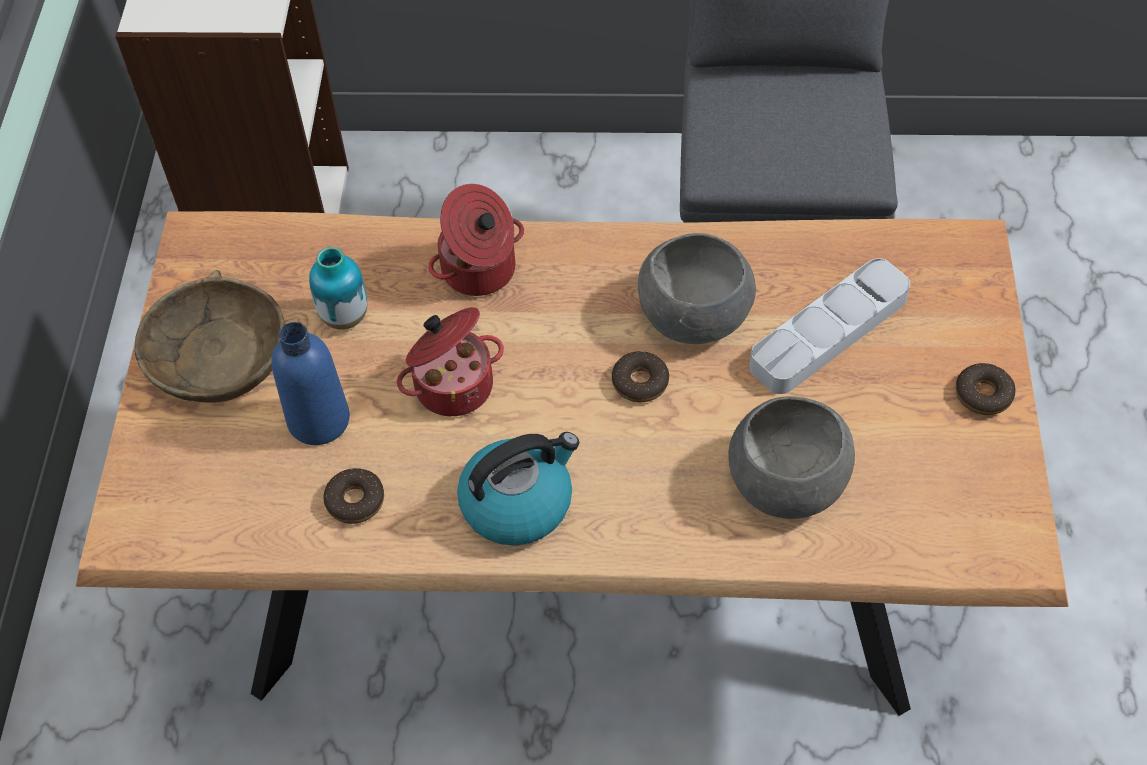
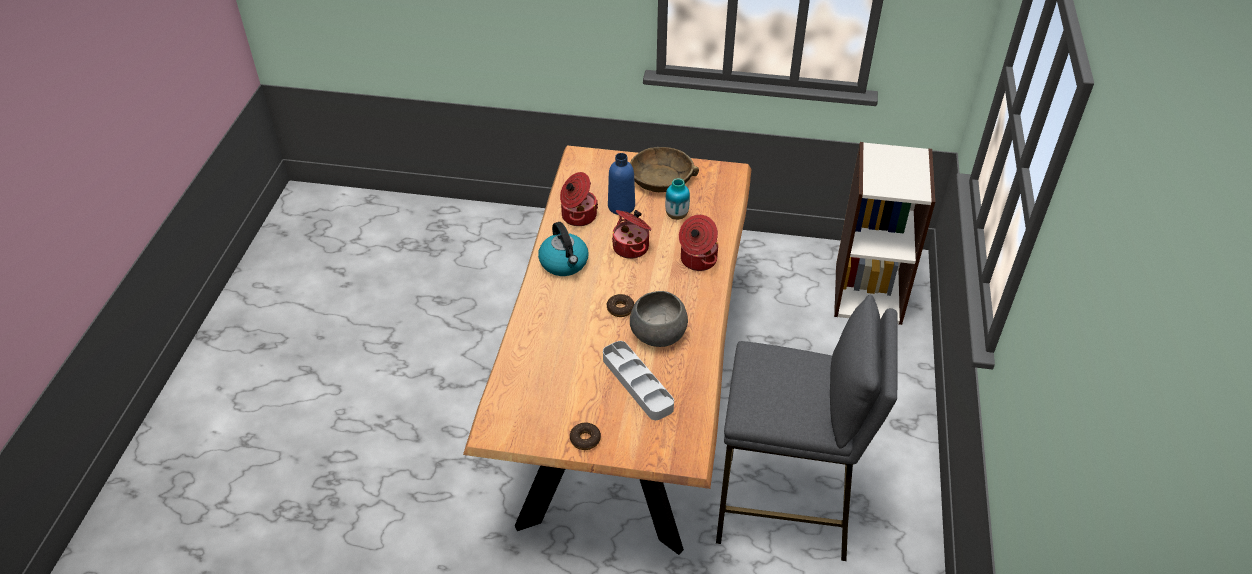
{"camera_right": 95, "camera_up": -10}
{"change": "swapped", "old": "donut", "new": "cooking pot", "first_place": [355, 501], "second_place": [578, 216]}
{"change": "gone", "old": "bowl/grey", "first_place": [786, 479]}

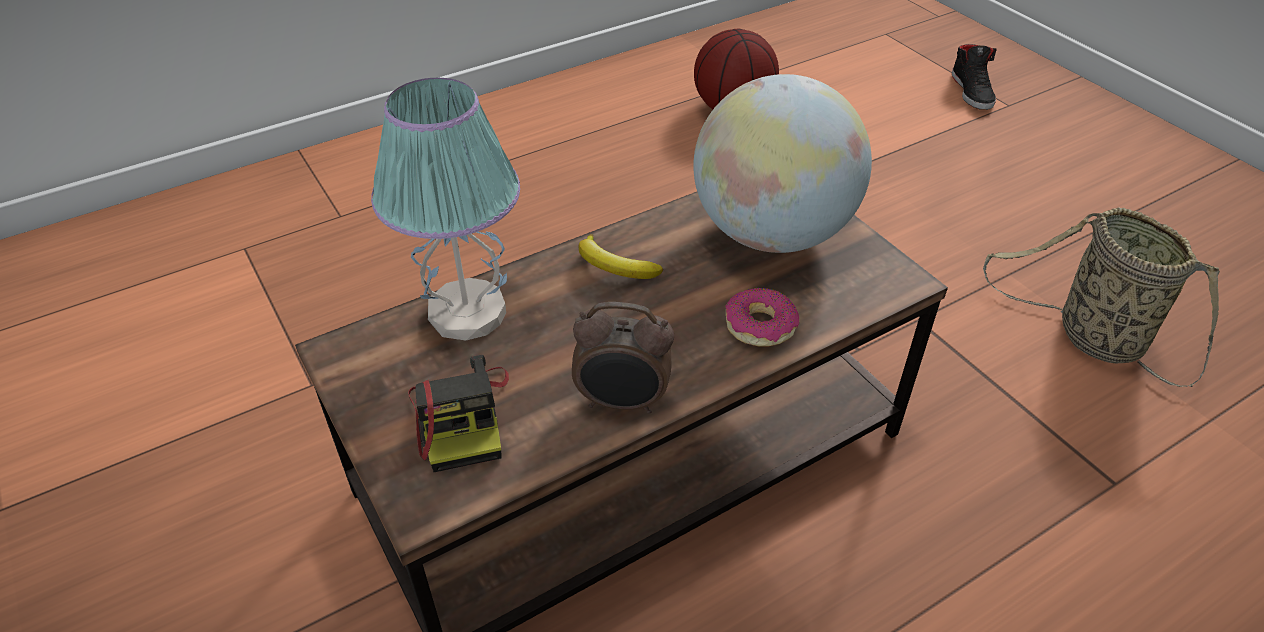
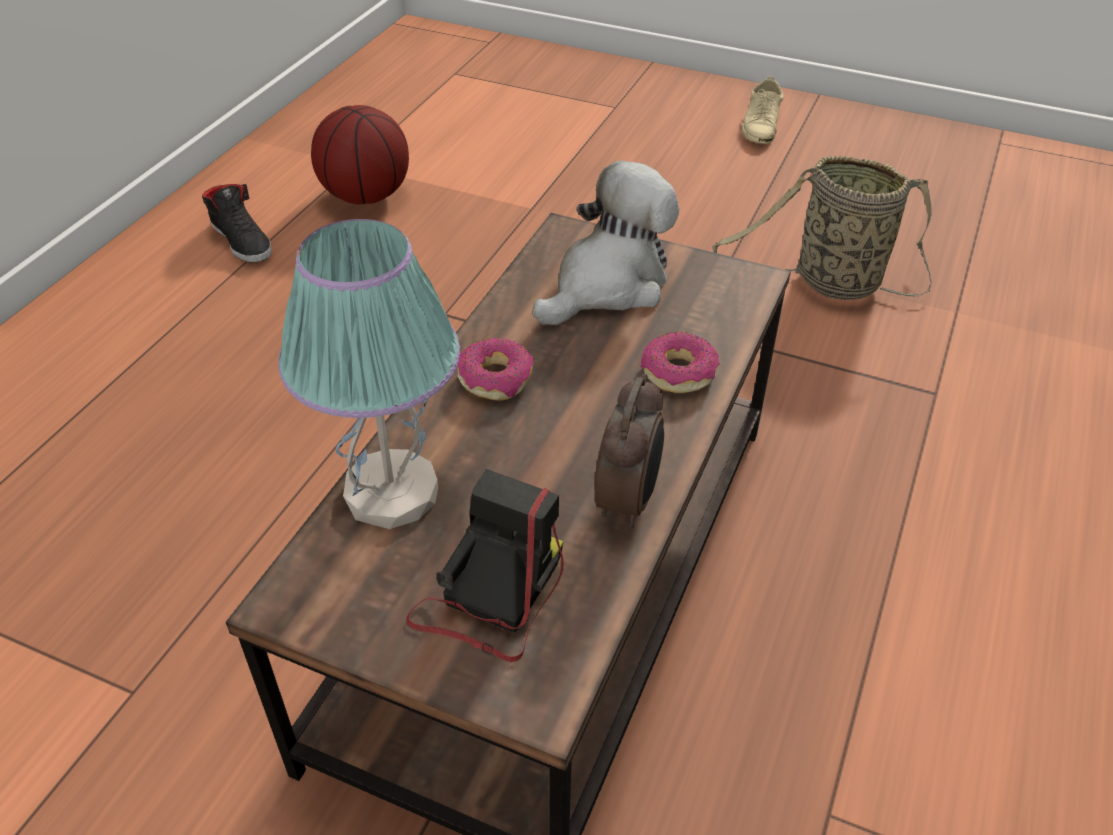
{"camera_right": -35, "camera_up": 0}
{"change": "shifted", "old": "shoe/black", "first_place": [972, 91], "second_place": [242, 241]}
{"change": "rotated", "old": "photo camera", "first_place": [462, 418], "second_place": [492, 595], "degrees": -105}
{"change": "swapped", "old": "banana", "new": "donut", "first_place": [615, 267], "second_place": [496, 378]}
{"change": "swapped", "old": "globe", "new": "plush toy", "first_place": [771, 233], "second_place": [608, 285]}
{"change": "rotated", "old": "alarm clock", "first_place": [622, 402], "second_place": [628, 500], "degrees": -45}
{"change": "new", "new": "shoe/beige", "second_place": [761, 125]}

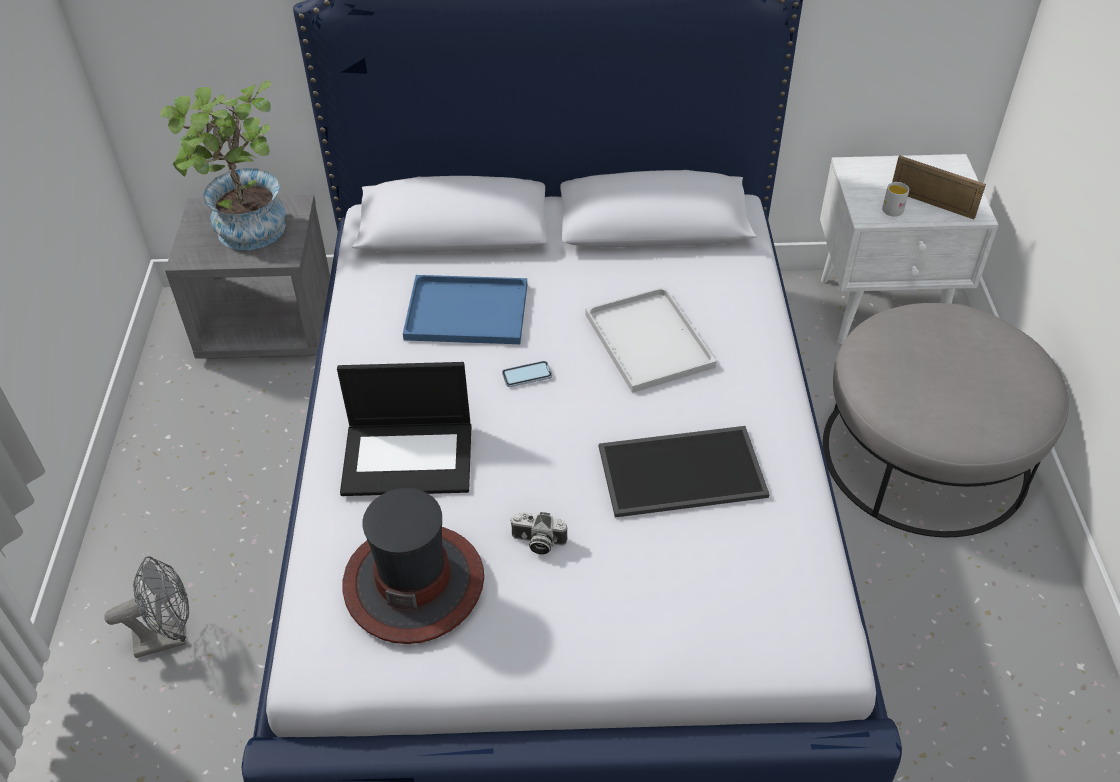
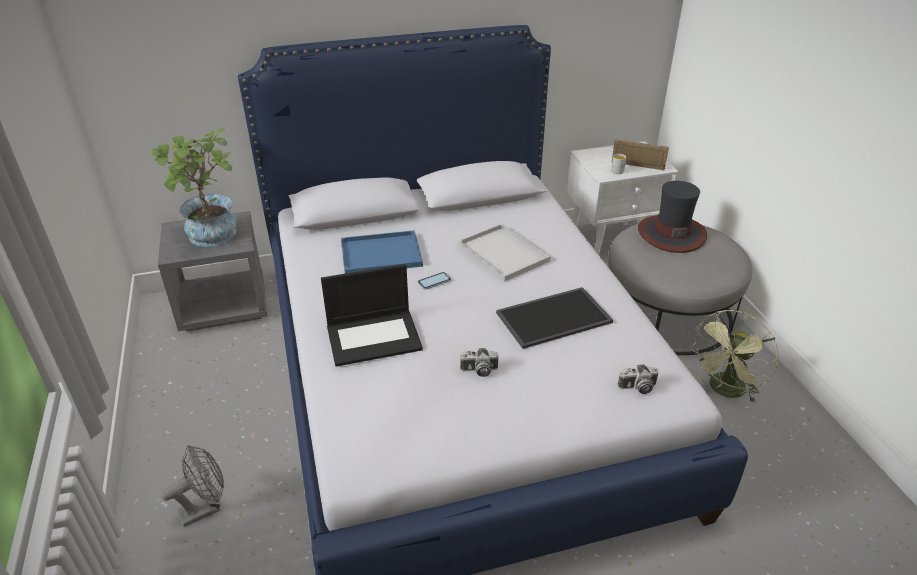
{"camera_right": -15, "camera_up": -10}
{"change": "new", "new": "photo camera", "second_place": [637, 387]}
{"change": "shifted", "old": "hat", "first_place": [414, 582], "second_place": [671, 234]}
{"change": "new", "new": "fan/green", "second_place": [725, 391]}

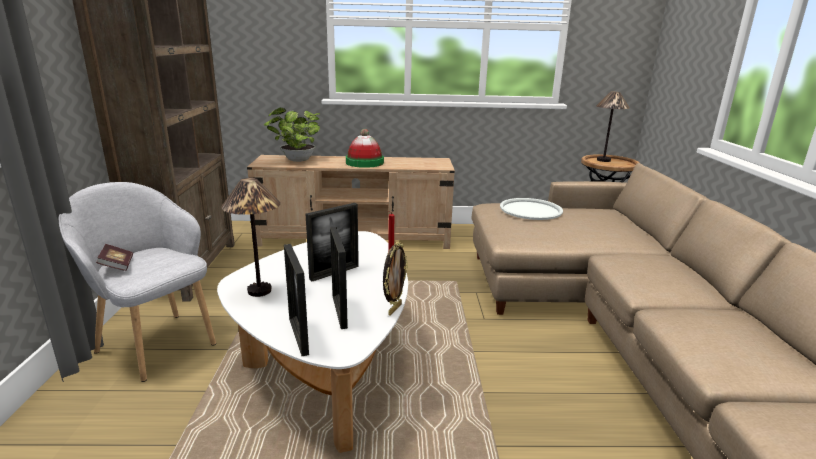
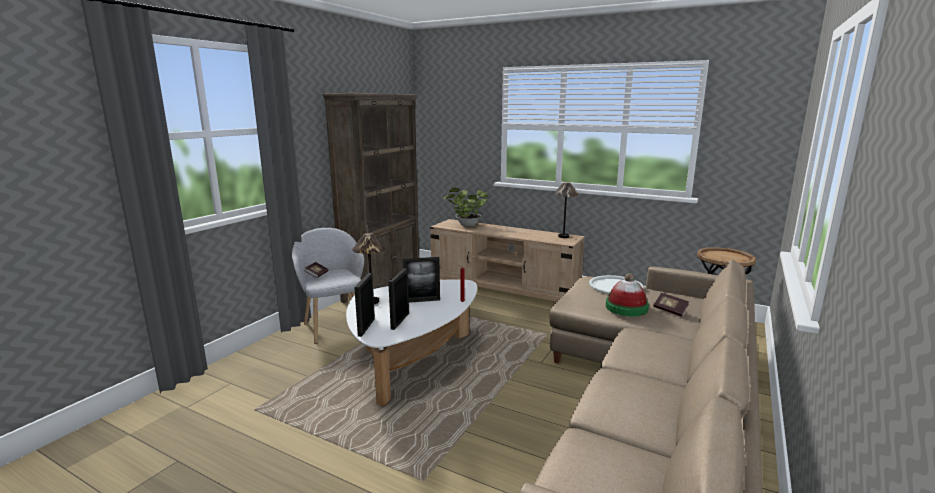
{"camera_right": 30, "camera_up": -5}
{"change": "shifted", "old": "table lamp", "first_place": [603, 160], "second_place": [563, 236]}
{"change": "shifted", "old": "hat", "first_place": [364, 162], "second_place": [626, 307]}
{"change": "new", "new": "book", "second_place": [670, 310]}
{"change": "gone", "old": "picture frame", "first_place": [394, 309]}

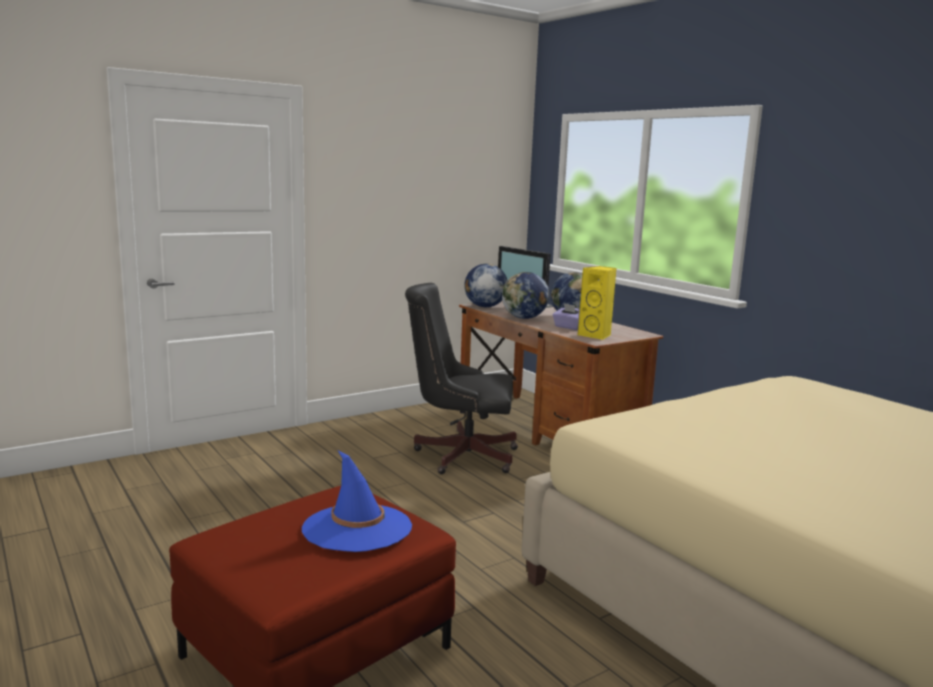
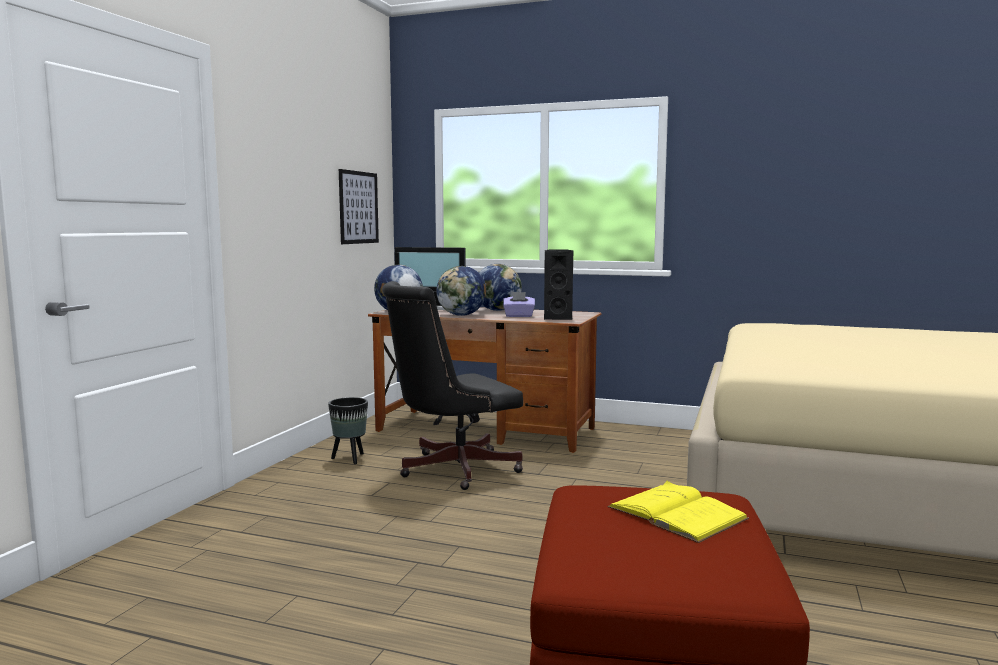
{"camera_right": -35, "camera_up": -5}
{"change": "new", "new": "planter/black", "second_place": [349, 459]}
{"change": "new", "new": "picture", "second_place": [358, 207]}
{"change": "repainted", "old": "speaker/yellow", "new": "speaker/black", "first_place": [596, 335], "second_place": [558, 318]}
{"change": "swapped", "old": "hat/blue", "new": "book/yellow", "first_place": [357, 528], "second_place": [676, 513]}

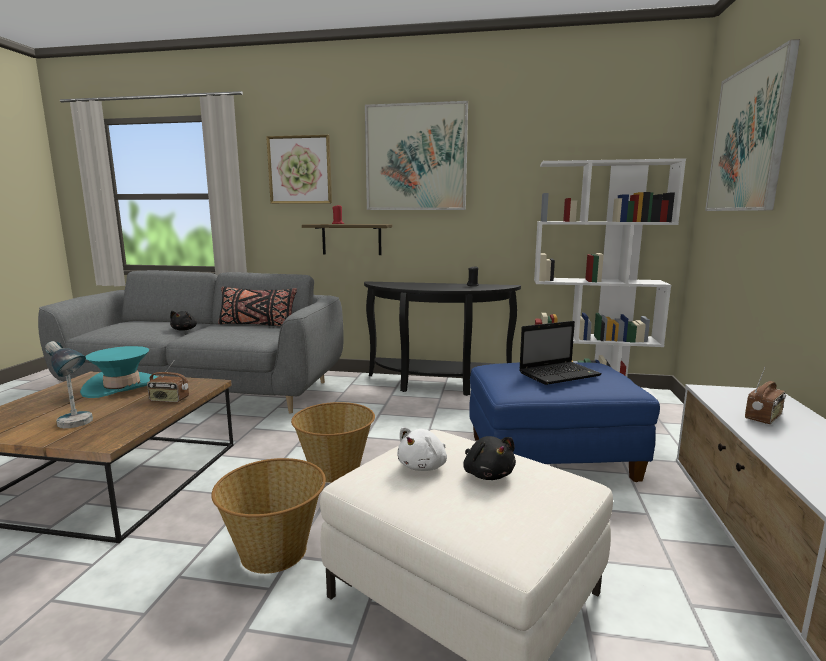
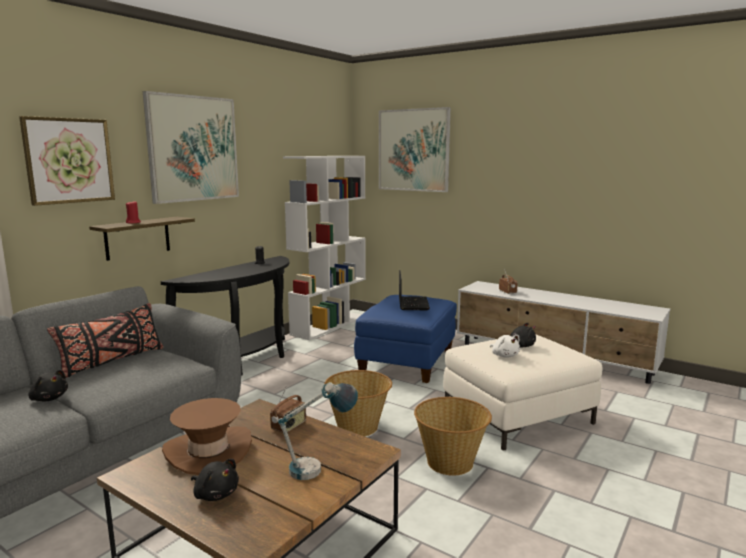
{"camera_right": -65, "camera_up": 0}
{"change": "repainted", "old": "hat/turquoise", "new": "hat/brown", "first_place": [122, 386], "second_place": [208, 451]}
{"change": "new", "new": "plush toy/black", "second_place": [215, 494]}

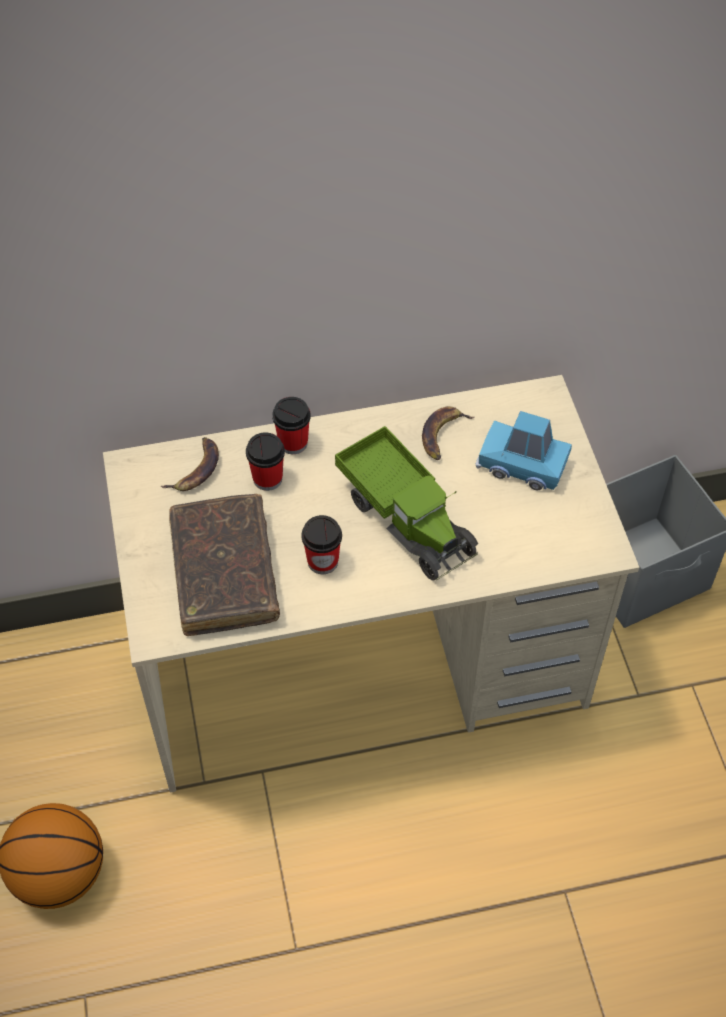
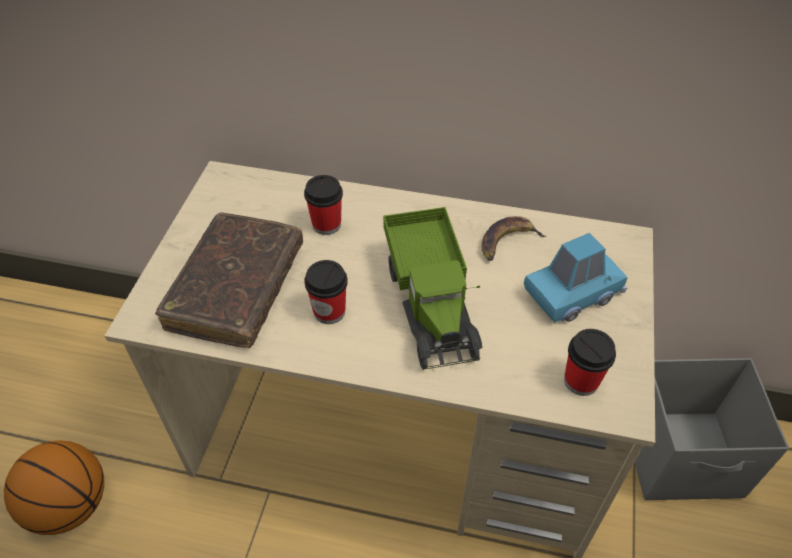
{"camera_right": 25, "camera_up": -5}
{"change": "rotated", "old": "toy car/blue", "first_place": [521, 464], "second_place": [572, 293], "degrees": 105}
{"change": "shifted", "old": "cup", "first_place": [293, 443], "second_place": [581, 381]}
{"change": "gone", "old": "banana", "first_place": [196, 469]}

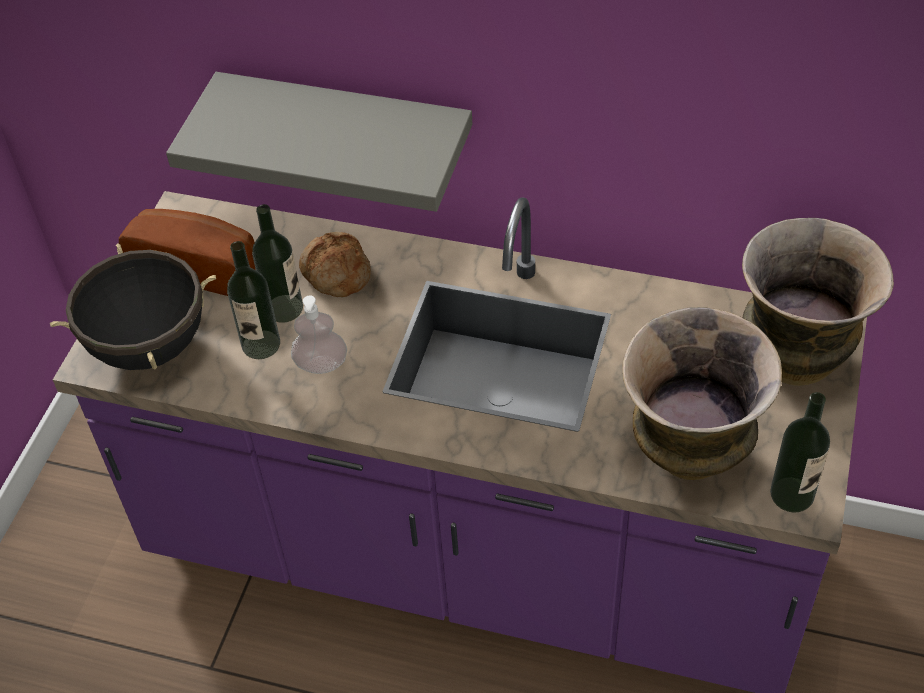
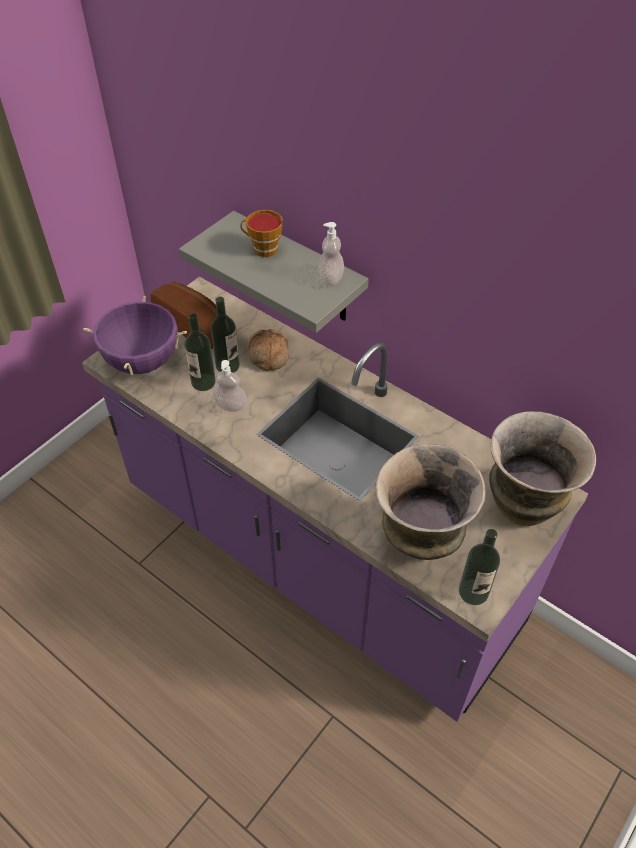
{"camera_right": 20, "camera_up": 0}
{"change": "repainted", "old": "cooking pot/black", "new": "cooking pot/purple", "first_place": [149, 346], "second_place": [142, 362]}
{"change": "new", "new": "cup", "second_place": [262, 249]}
{"change": "new", "new": "soap dispenser", "second_place": [330, 278]}

